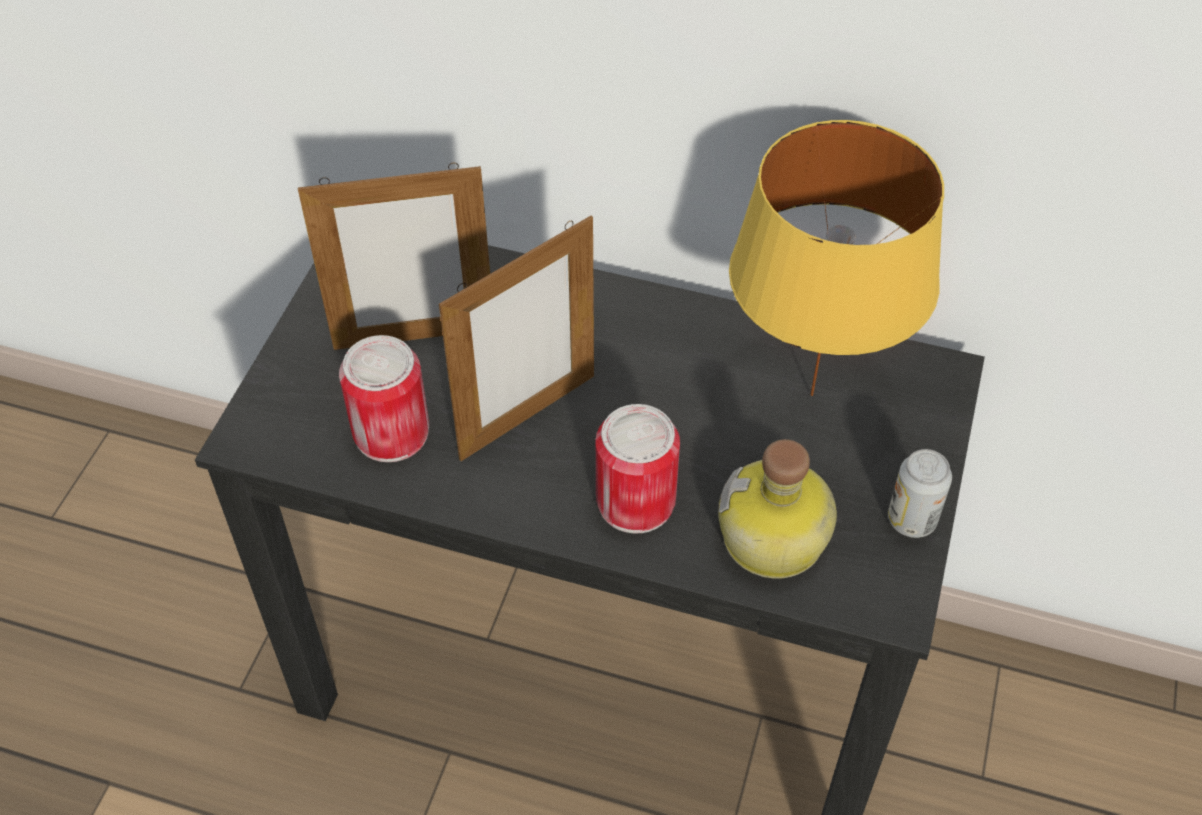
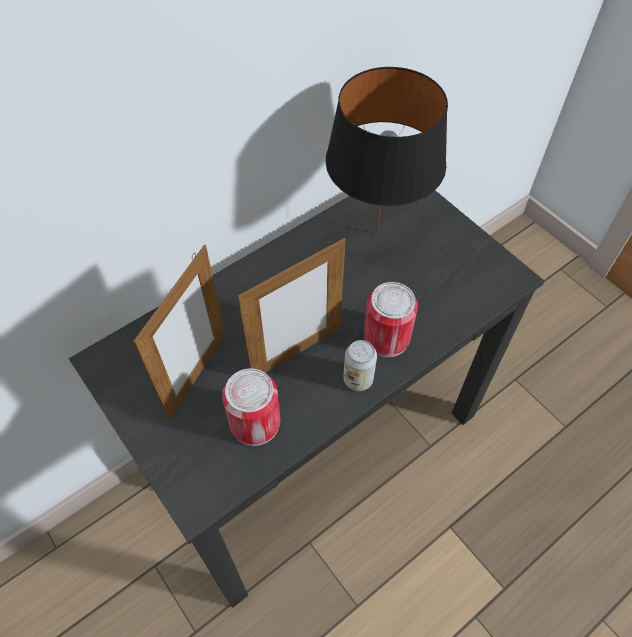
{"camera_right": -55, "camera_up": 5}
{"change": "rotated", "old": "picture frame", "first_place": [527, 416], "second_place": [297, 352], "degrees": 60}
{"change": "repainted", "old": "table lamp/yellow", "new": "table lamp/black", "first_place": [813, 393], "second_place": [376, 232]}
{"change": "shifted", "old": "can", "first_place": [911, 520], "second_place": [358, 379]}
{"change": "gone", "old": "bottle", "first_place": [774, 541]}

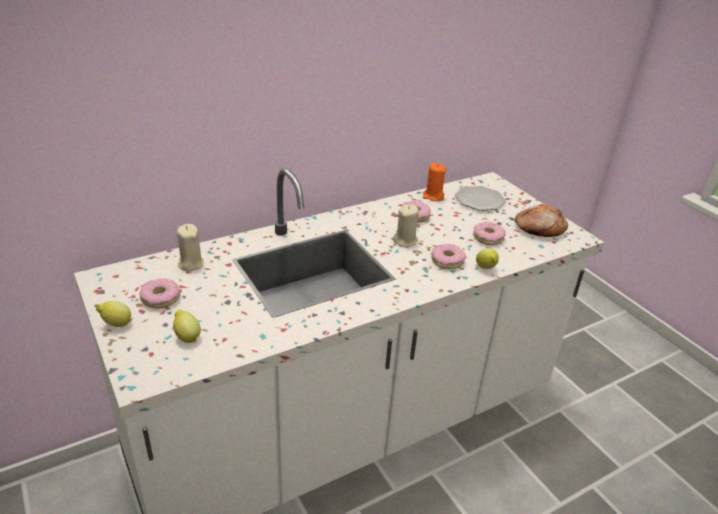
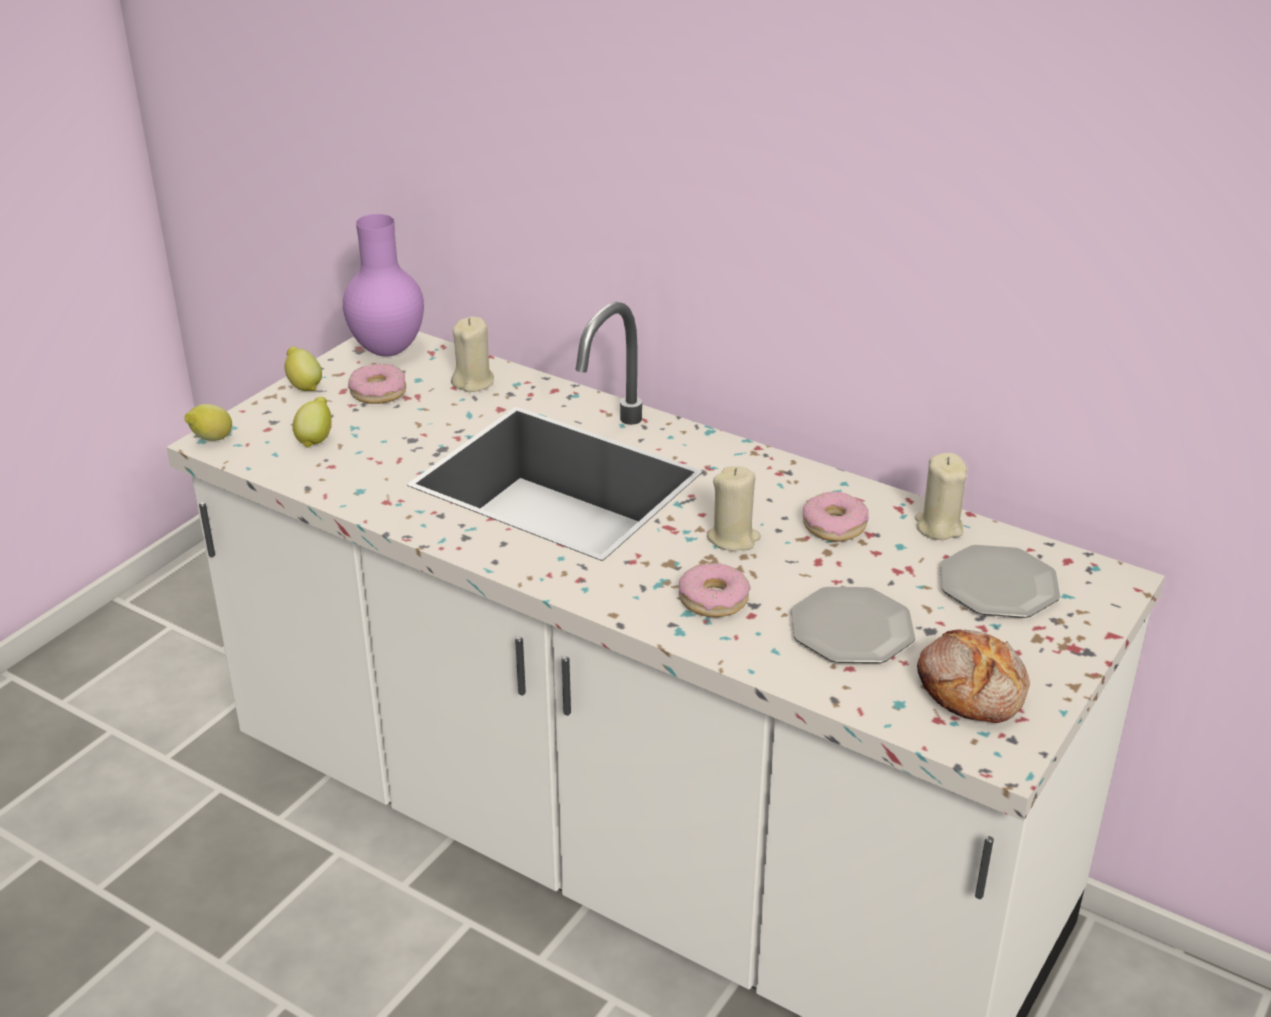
{"camera_right": 65, "camera_up": 0}
{"change": "shifted", "old": "lemon", "first_place": [486, 268], "second_place": [211, 440]}
{"change": "new", "new": "vase/purple", "second_place": [389, 350]}
{"change": "swapped", "old": "donut", "new": "plate", "first_place": [488, 238], "second_place": [851, 628]}
{"change": "repainted", "old": "candle/orange", "new": "candle/beige", "first_place": [433, 196], "second_place": [938, 527]}

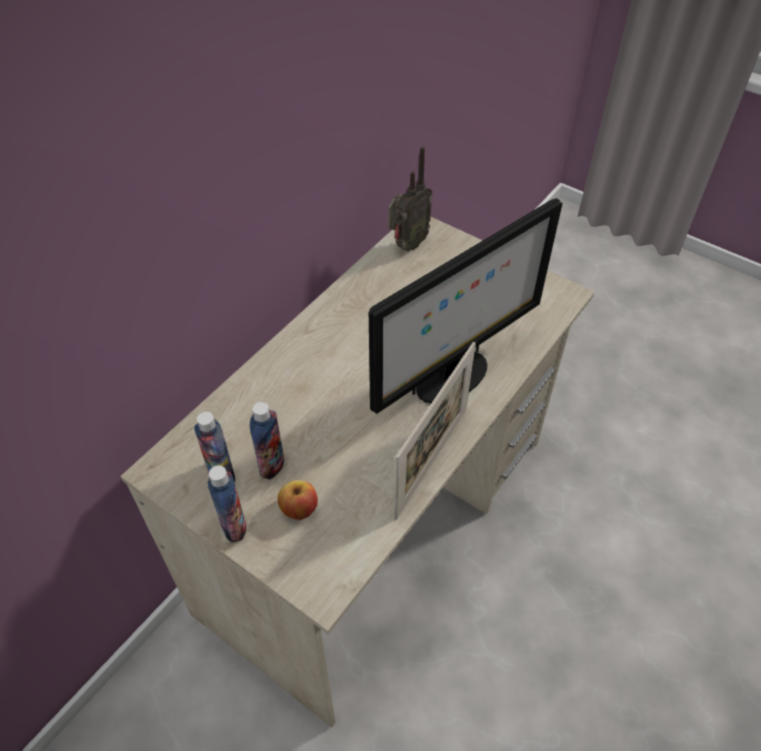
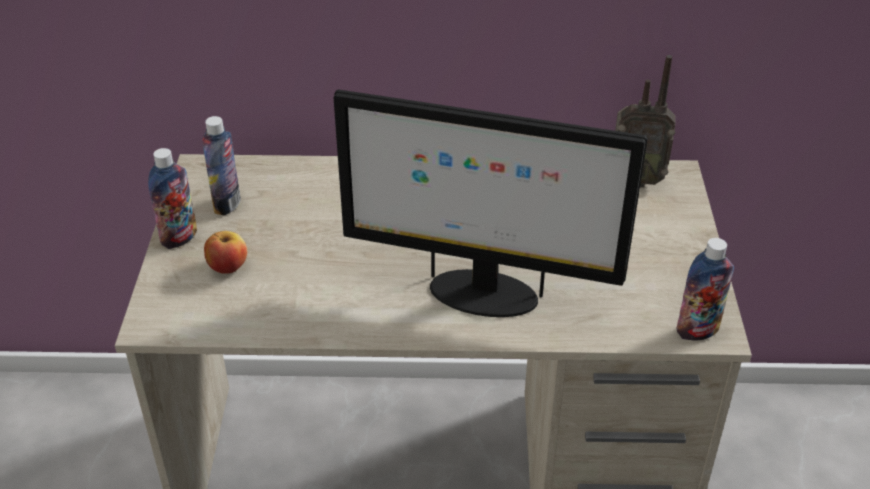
{"camera_right": 55, "camera_up": -10}
{"change": "shifted", "old": "bottle", "first_place": [272, 464], "second_place": [697, 330]}
{"change": "gone", "old": "picture frame", "first_place": [431, 462]}

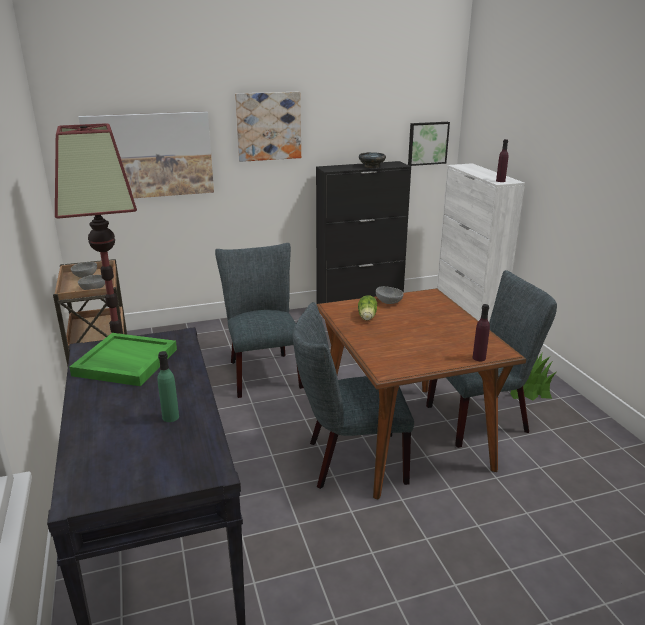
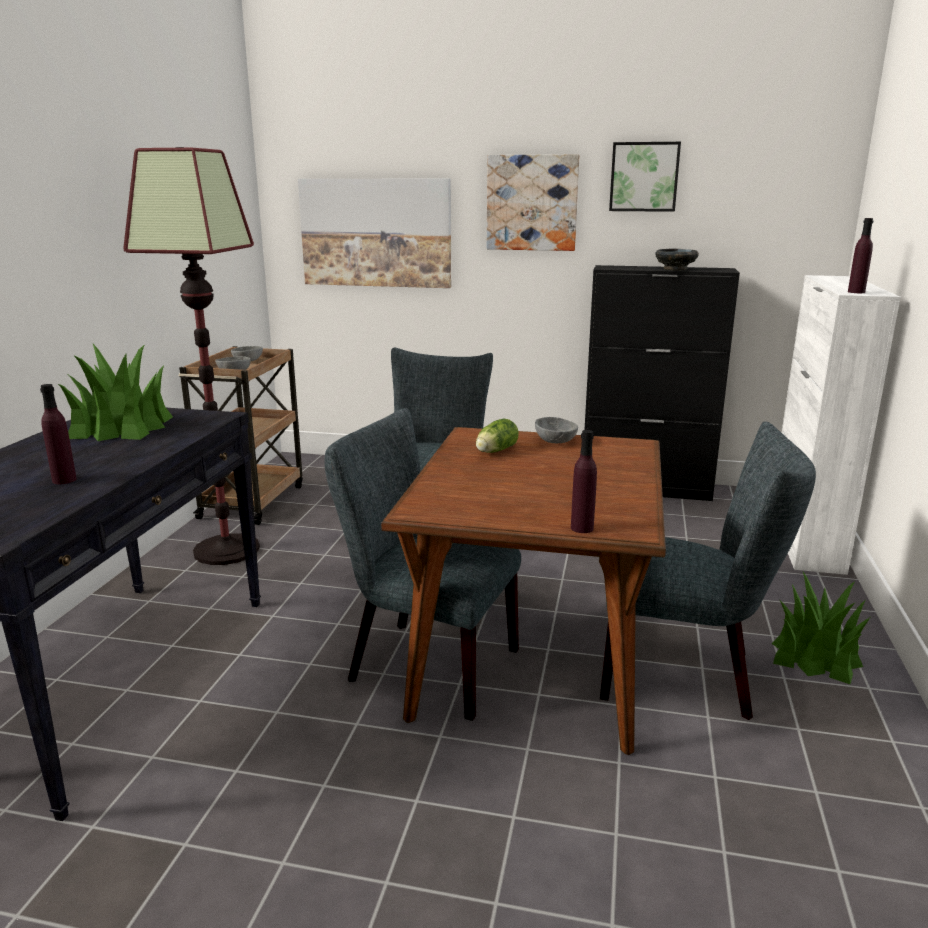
{"camera_right": 30, "camera_up": -5}
{"change": "repainted", "old": "bottle/green", "new": "bottle/purple", "first_place": [170, 417], "second_place": [64, 480]}
{"change": "swapped", "old": "tray/green", "new": "potted plant", "first_place": [125, 362], "second_place": [121, 427]}
{"change": "shifted", "old": "picture", "first_place": [427, 143], "second_place": [644, 177]}

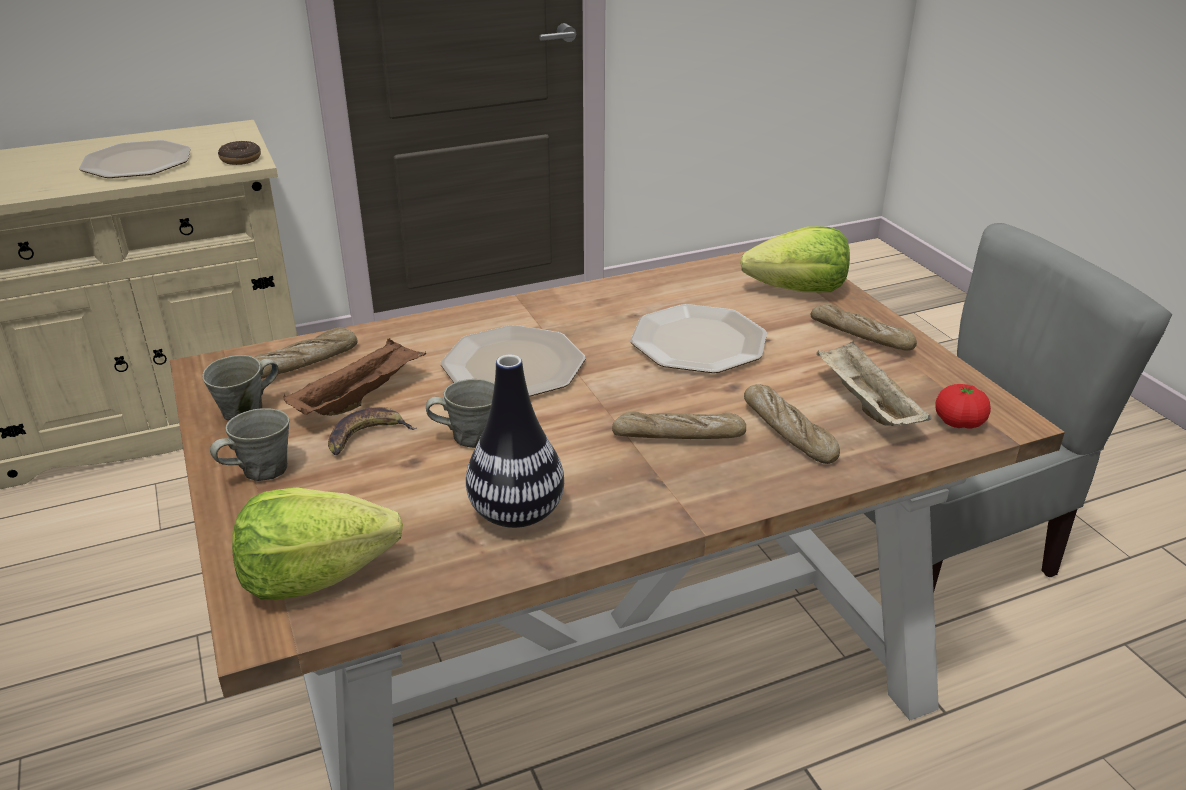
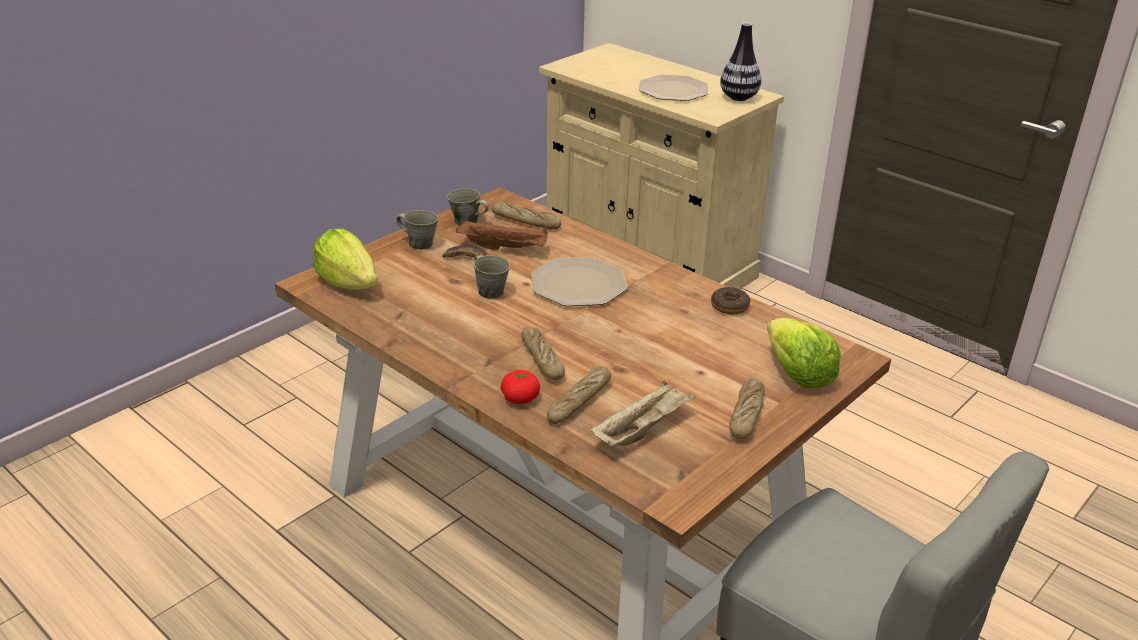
{"camera_right": 65, "camera_up": 0}
{"change": "shifted", "old": "tomato", "first_place": [959, 422], "second_place": [520, 398]}
{"change": "shifted", "old": "donut", "first_place": [240, 159], "second_place": [729, 306]}
{"change": "shifted", "old": "vase", "first_place": [517, 514], "second_place": [739, 98]}
{"change": "gone", "old": "plate", "first_place": [697, 342]}

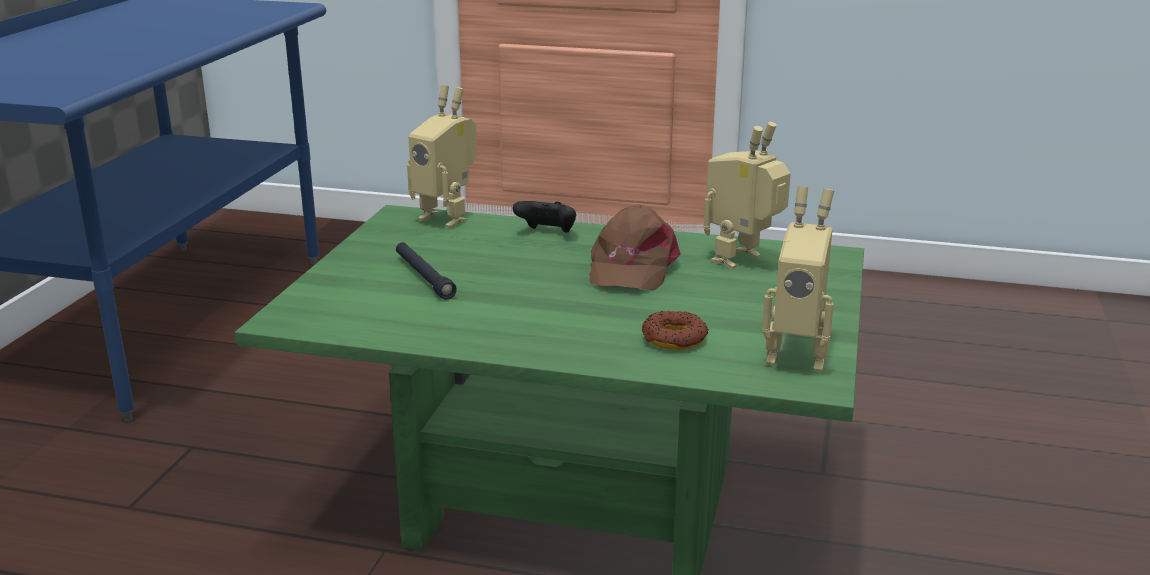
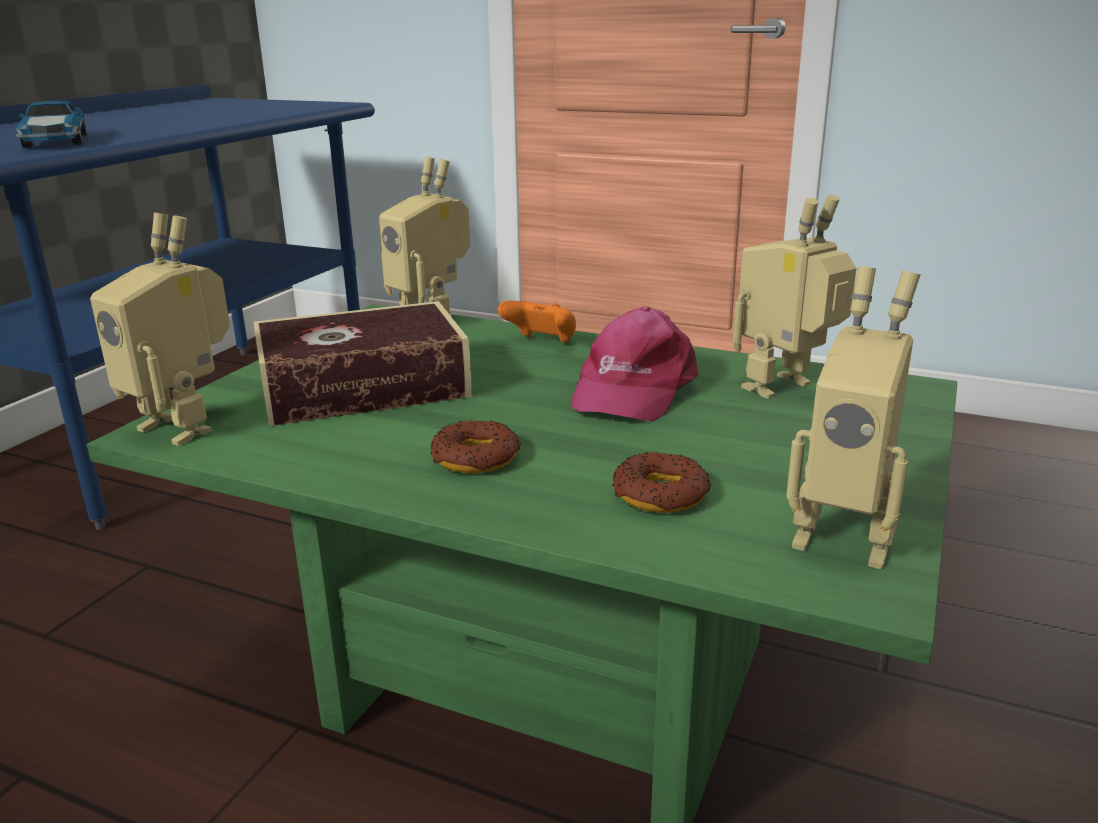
{"camera_right": 10, "camera_up": 0}
{"change": "new", "new": "toy car", "second_place": [56, 141]}
{"change": "new", "new": "toy robot", "second_place": [186, 425]}
{"change": "swapped", "old": "flashlight/black", "new": "book", "first_place": [424, 277], "second_place": [363, 387]}
{"change": "new", "new": "donut", "second_place": [475, 458]}
{"change": "repainted", "old": "game controller/black", "new": "game controller/orange", "first_place": [547, 233], "second_place": [541, 343]}
{"change": "repainted", "old": "cap/brown", "new": "cap/pink", "first_place": [631, 267], "second_place": [632, 389]}

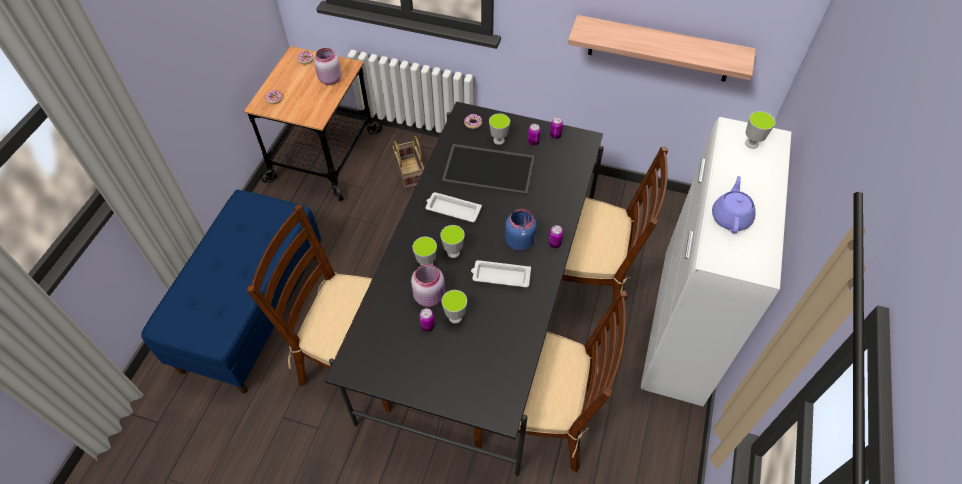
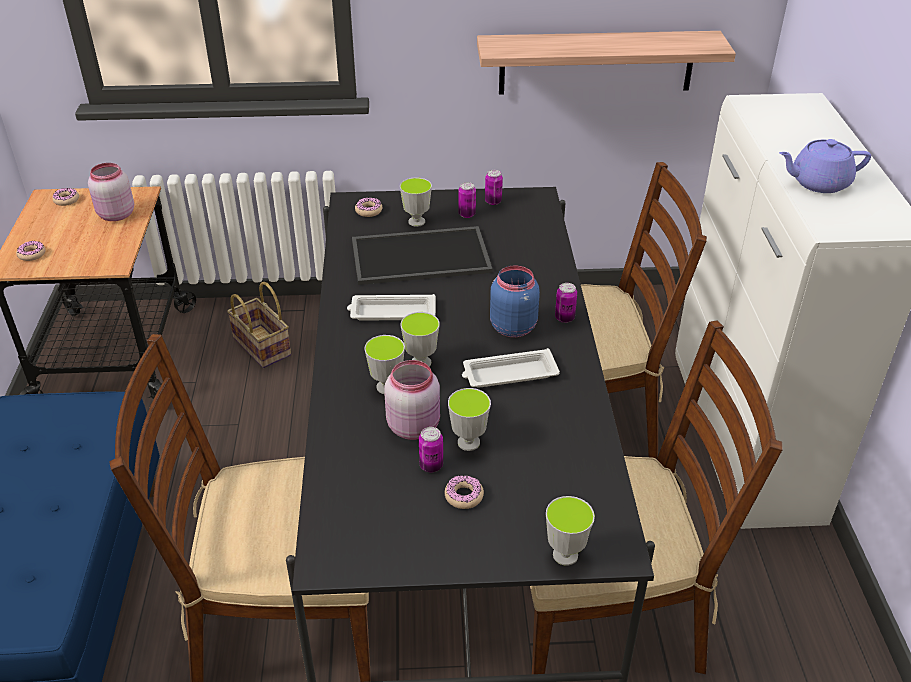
{"camera_right": -20, "camera_up": -15}
{"change": "new", "new": "donut", "second_place": [464, 496]}
{"change": "shifted", "old": "cup", "first_place": [751, 143], "second_place": [565, 555]}
{"change": "rotated", "old": "teapot/purple", "first_place": [730, 217], "second_place": [818, 183], "degrees": -90}

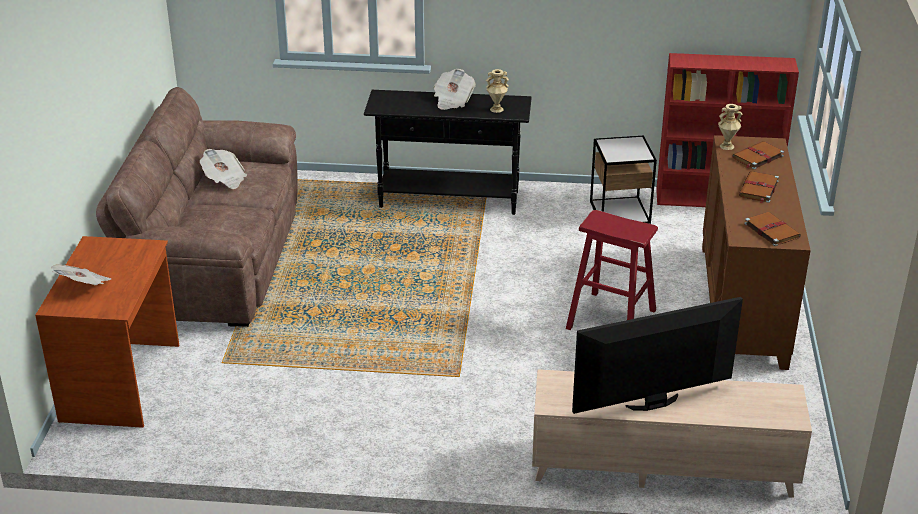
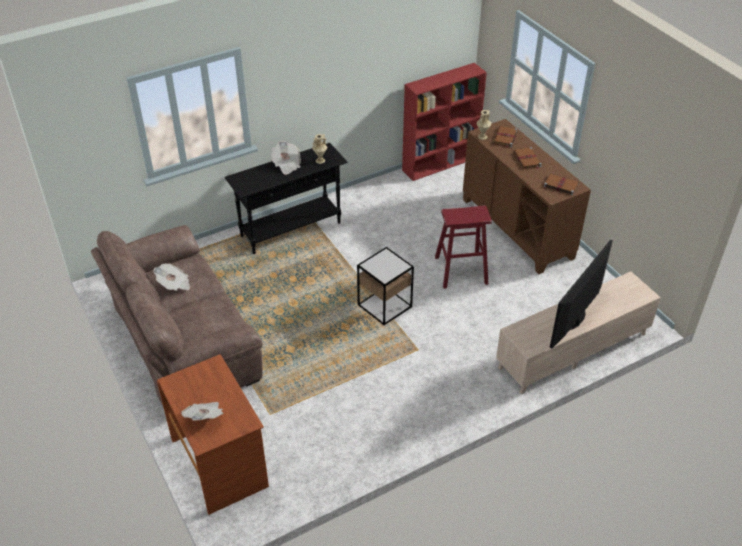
{"camera_right": -35, "camera_up": 10}
{"change": "shifted", "old": "side table", "first_place": [620, 212], "second_place": [384, 306]}

